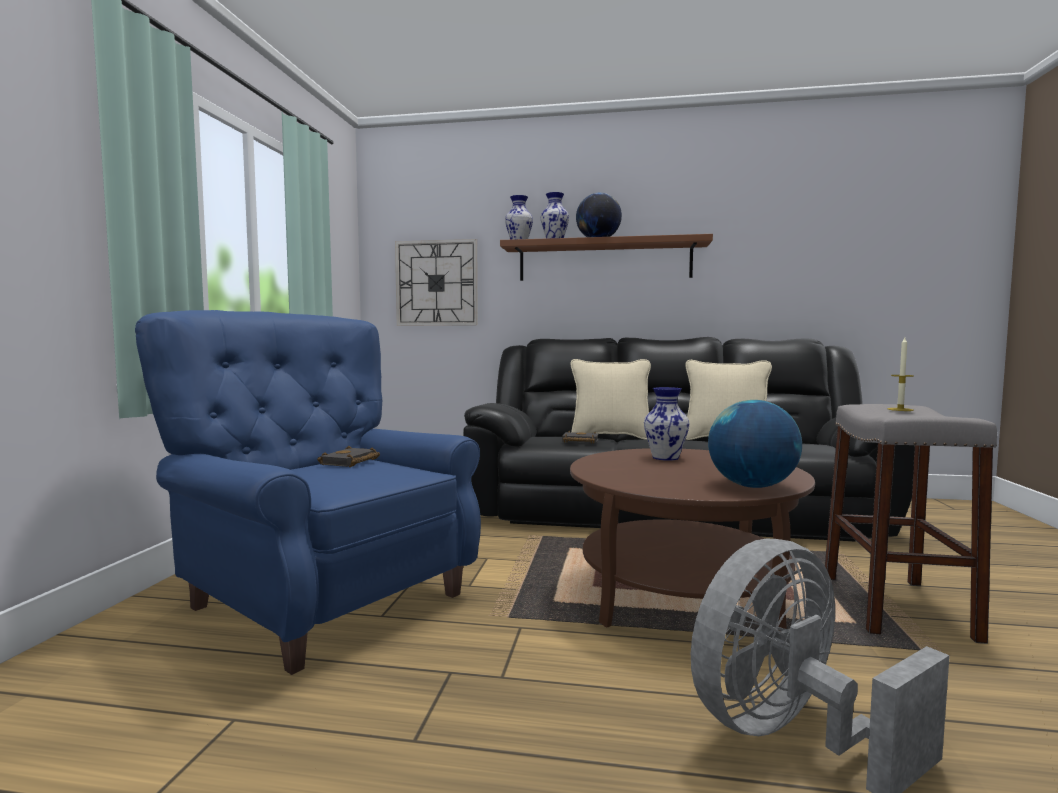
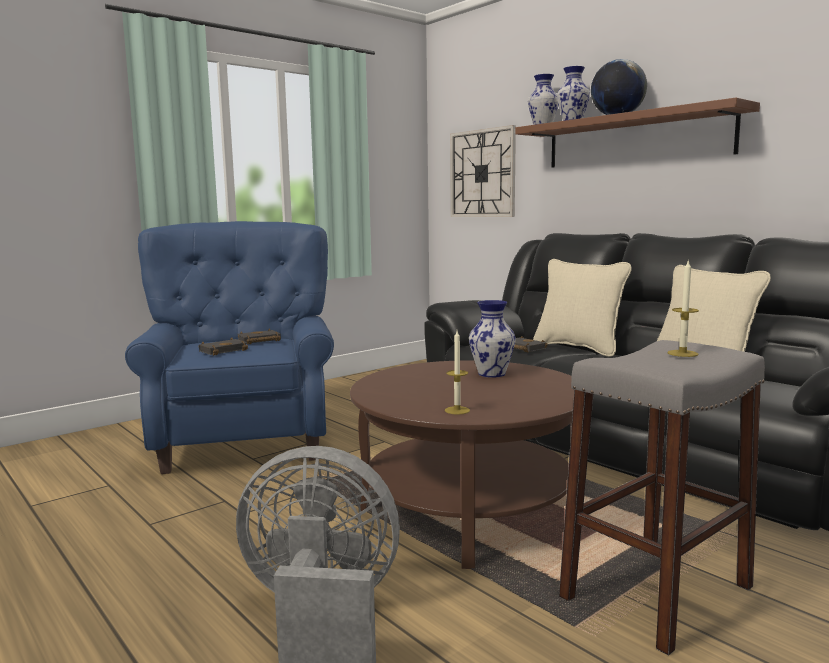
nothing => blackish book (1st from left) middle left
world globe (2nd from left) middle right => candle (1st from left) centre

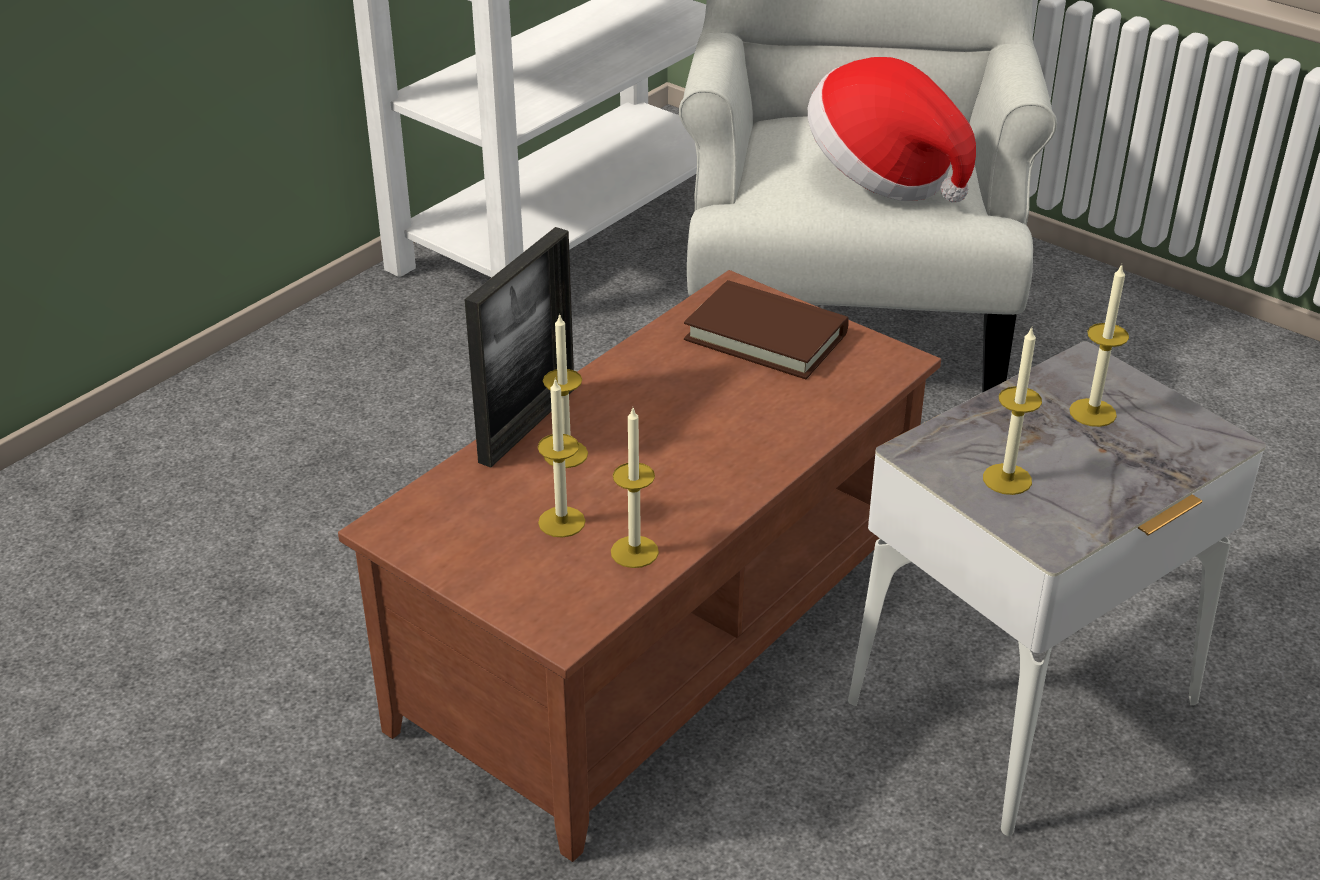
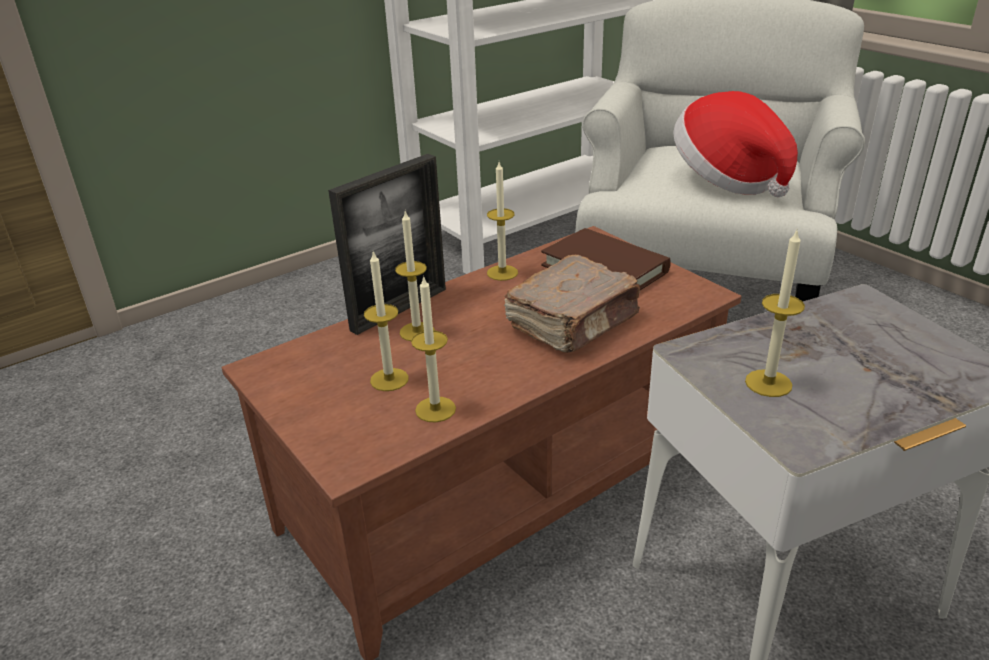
candle (5th from left in the first image) middle right => candle (4th from left) centre, move
nothing => brown book (1st from left) centre

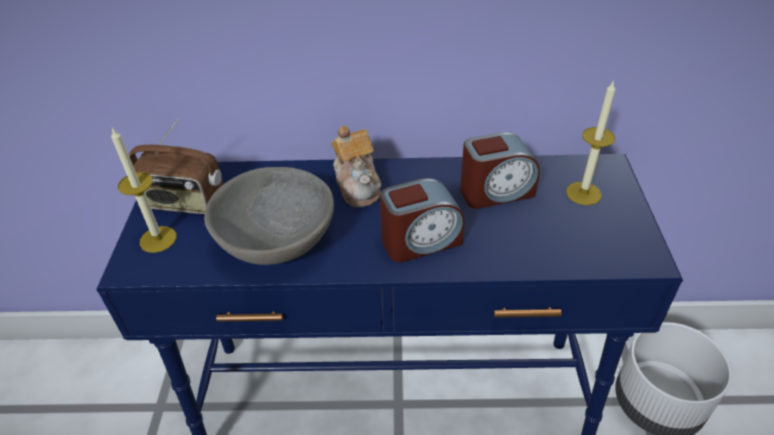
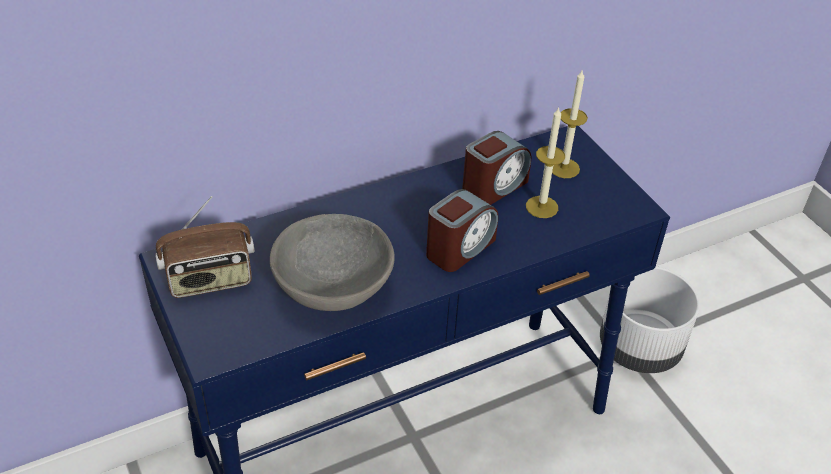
candle (1st from left) middle left => candle (1st from left) centre, move
pot for tea centre => nothing

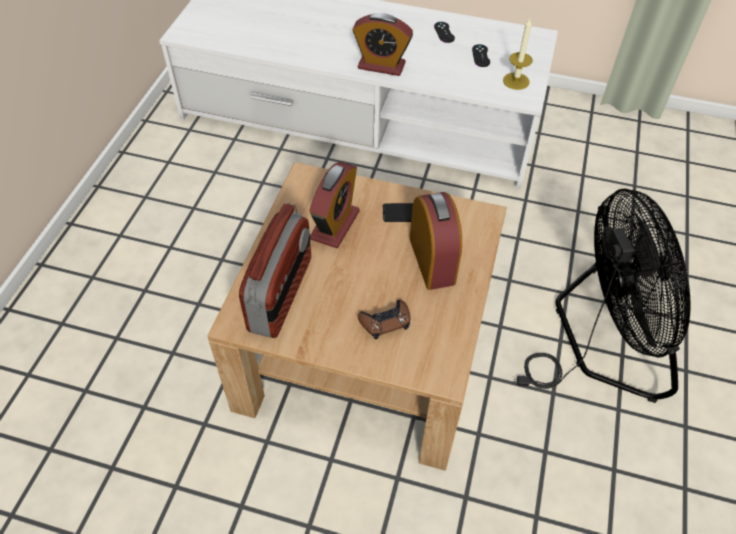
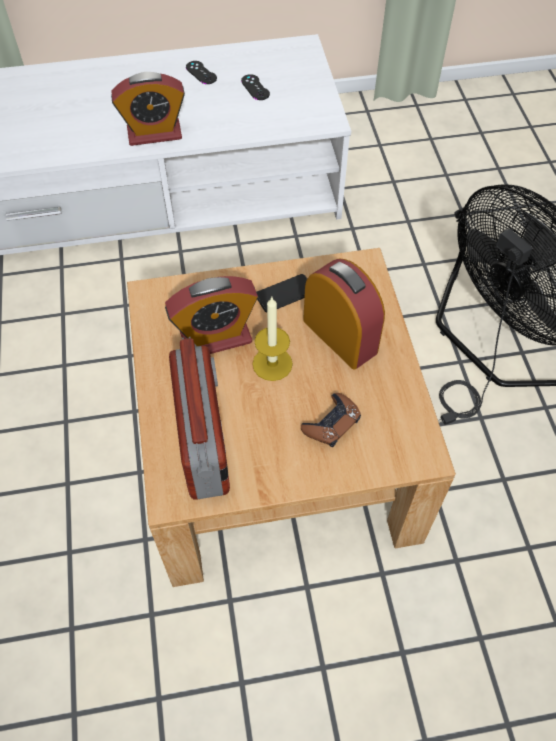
alarm clock (1st from left in the first image) centre => alarm clock (2nd from left) centre, 75 degrees clockwise
candle top right => candle centre, move

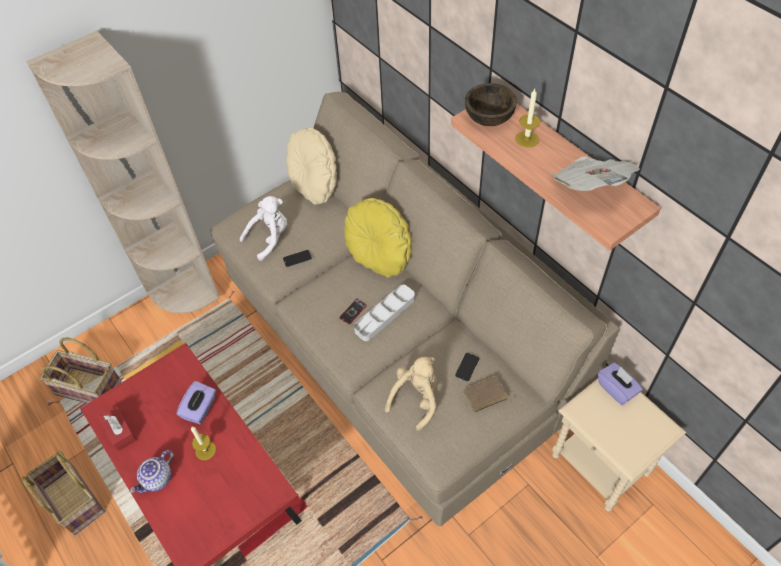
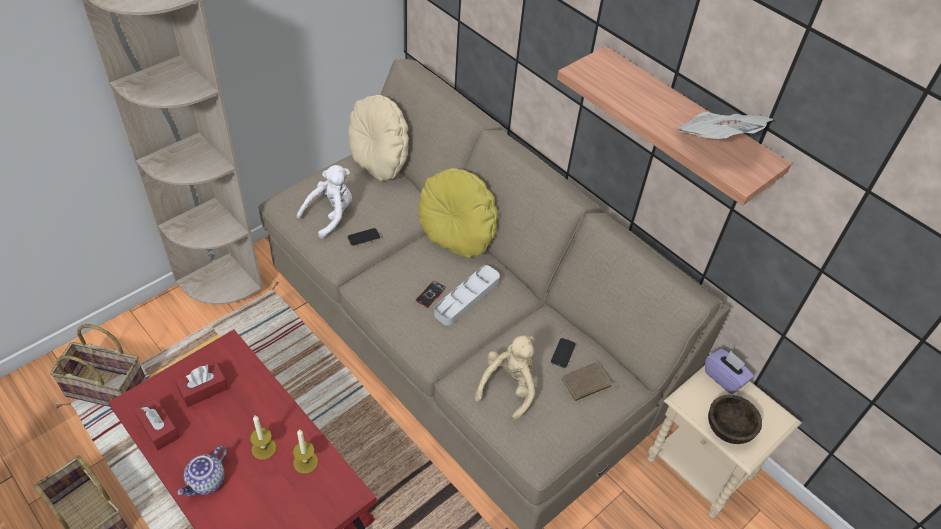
nothing => red tissue holder (2nd from left) bottom left
candle (2nd from left) top right => candle (2nd from left) bottom left, move
brown serving bowl top centre => brown serving bowl bottom right, move
purplish tissue holder (1st from left) bottom left => nothing

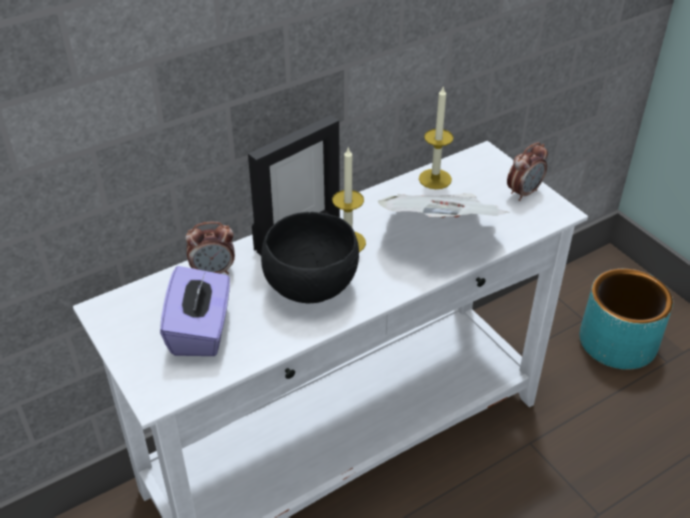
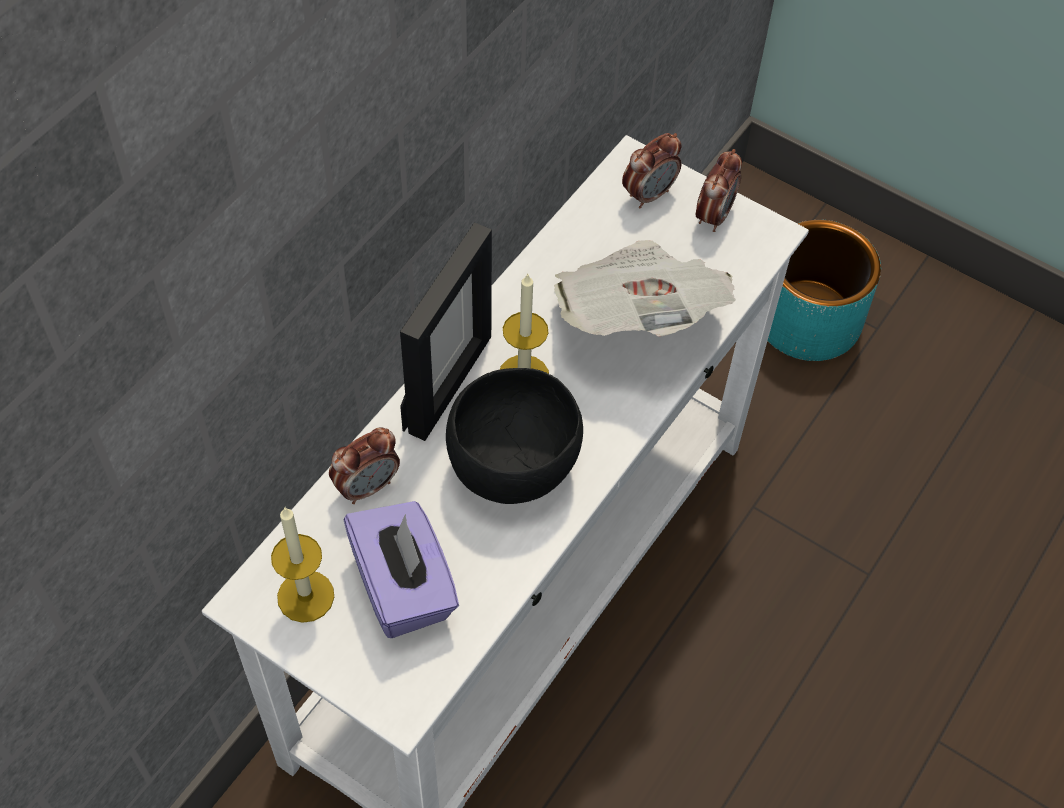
candle (2nd from left in the first image) top centre => candle (1st from left) bottom left, move
nothing => alarm clock (2nd from left) top centre

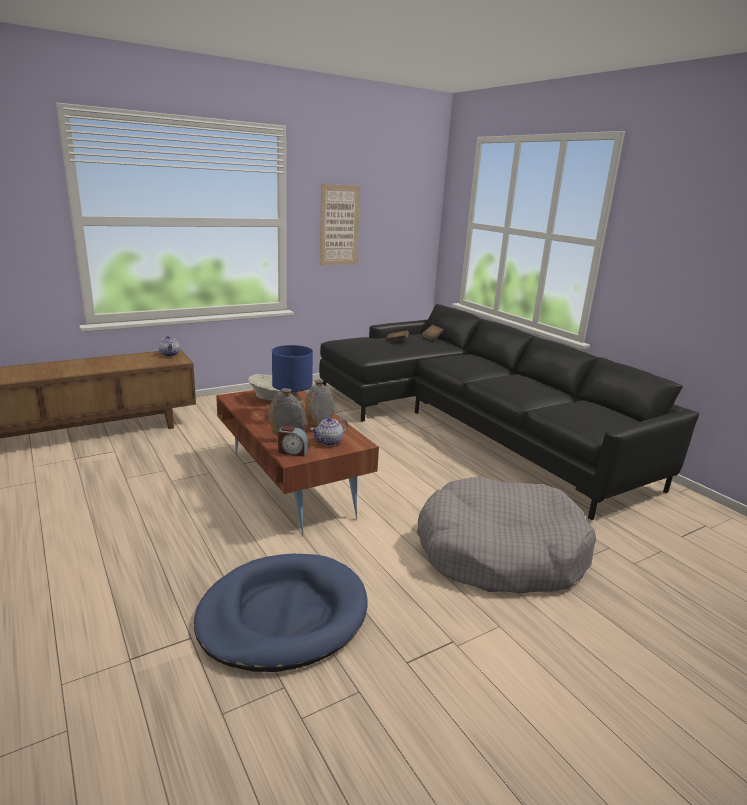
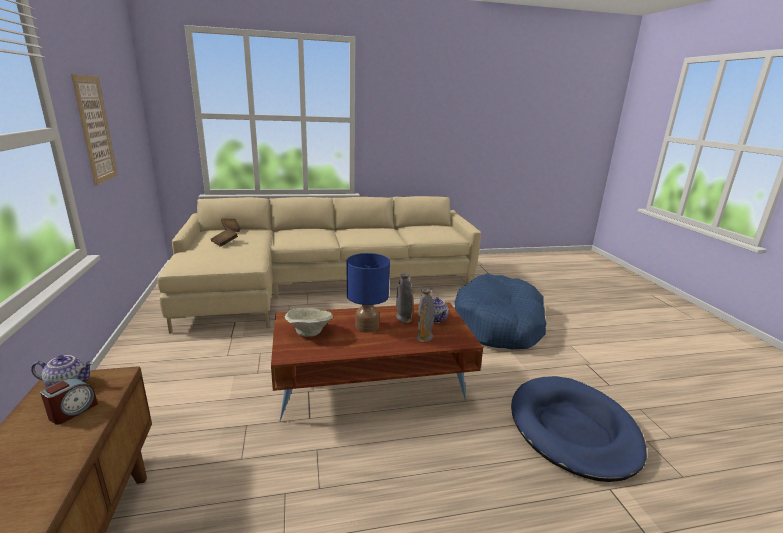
alarm clock centre => alarm clock bottom left, move
blackish settee middle right => beige settee centre
gray dog cushion middle right => bluish dog cushion (1st from left) centre

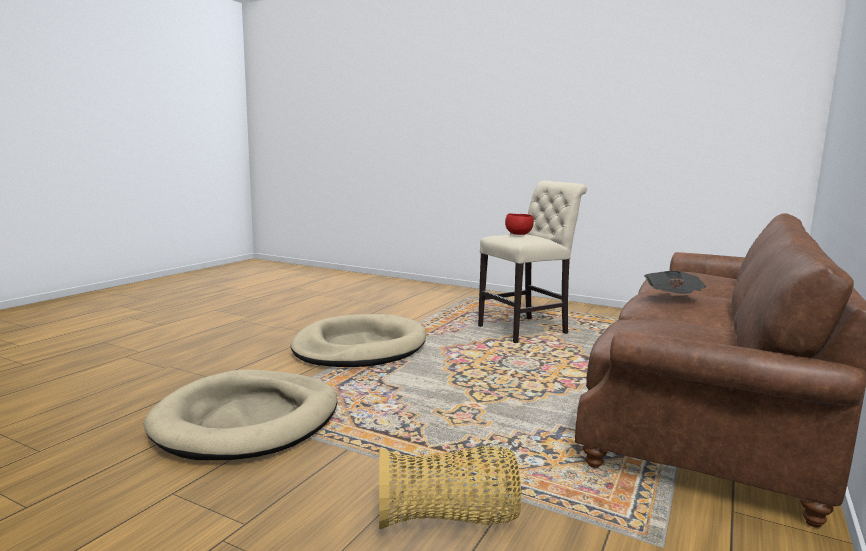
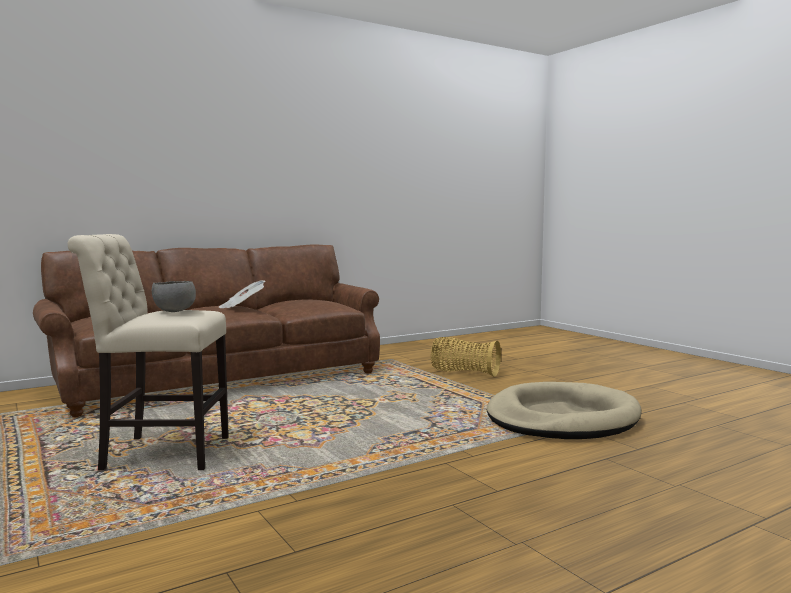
red serving bowl centre => gray serving bowl middle left
beige dog cushion (2nd from left) centre => nothing

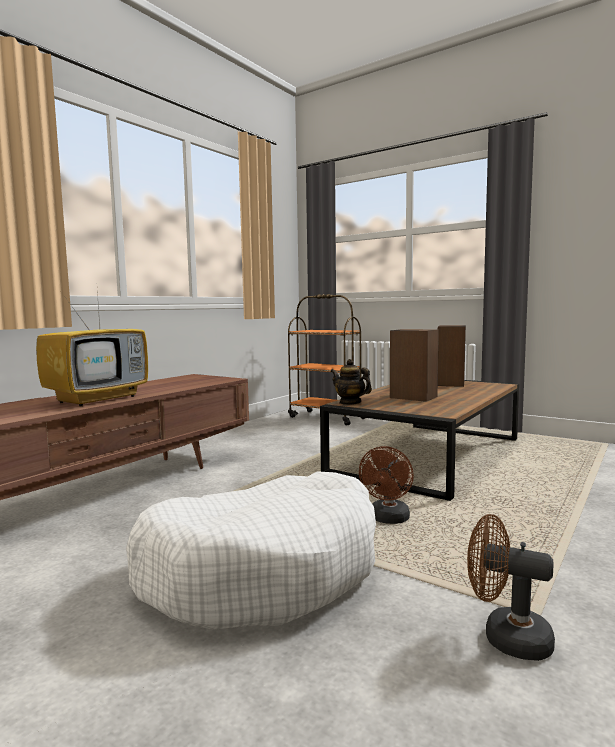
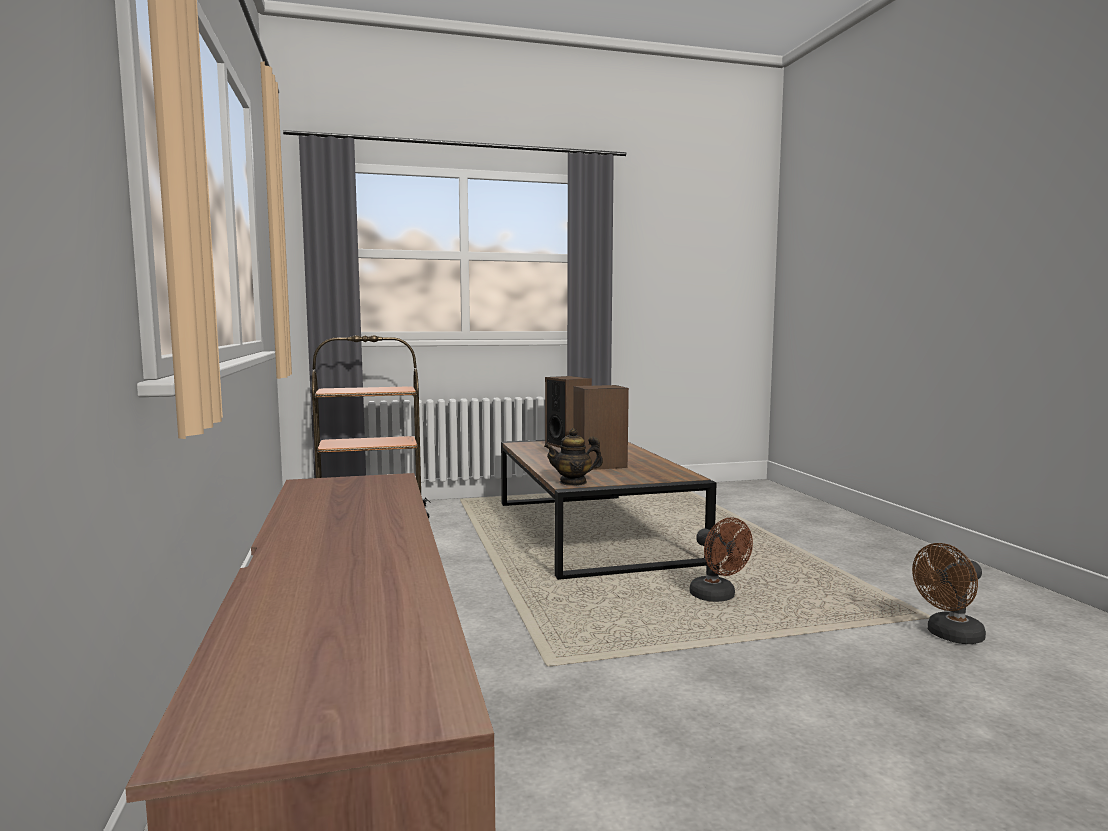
television middle left => nothing
whitish dog cushion bottom centre => nothing

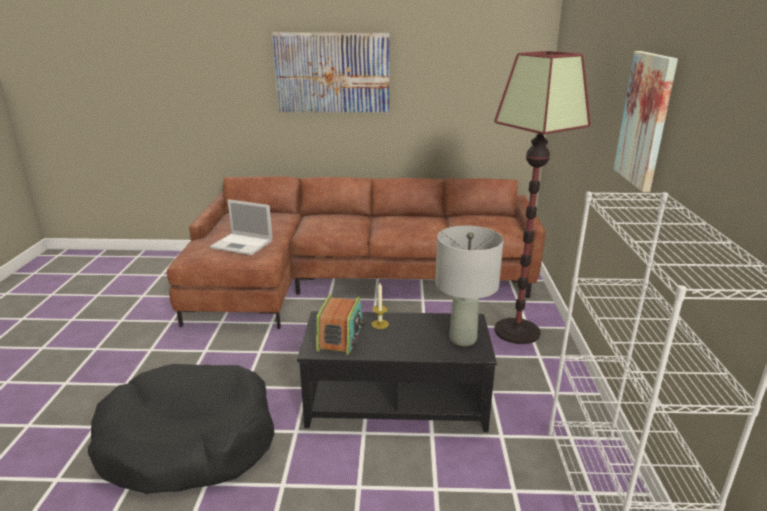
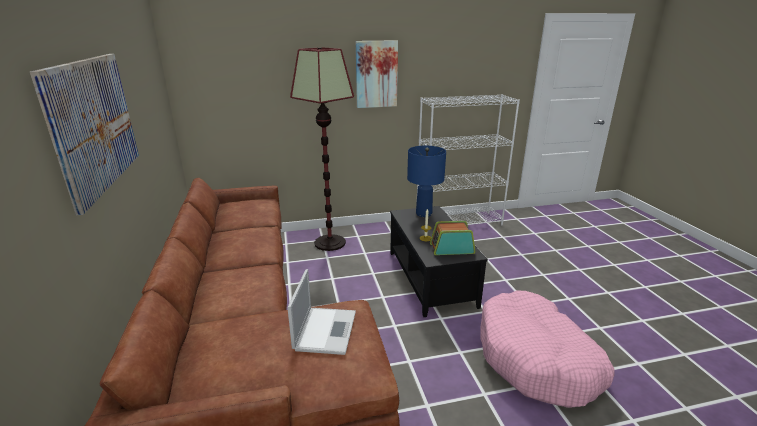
gray tabletop lamp centre => bluish tabletop lamp centre
blackish dog cushion bottom left => pink-coloured dog cushion bottom right

